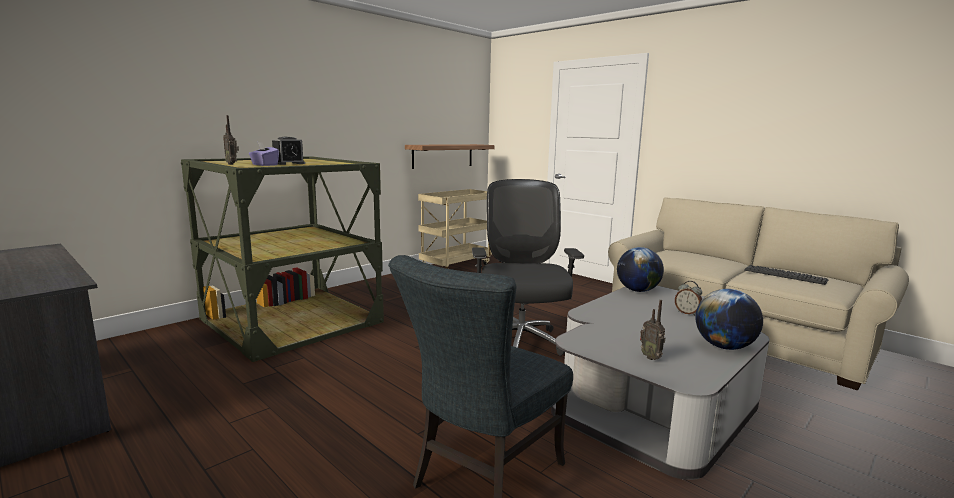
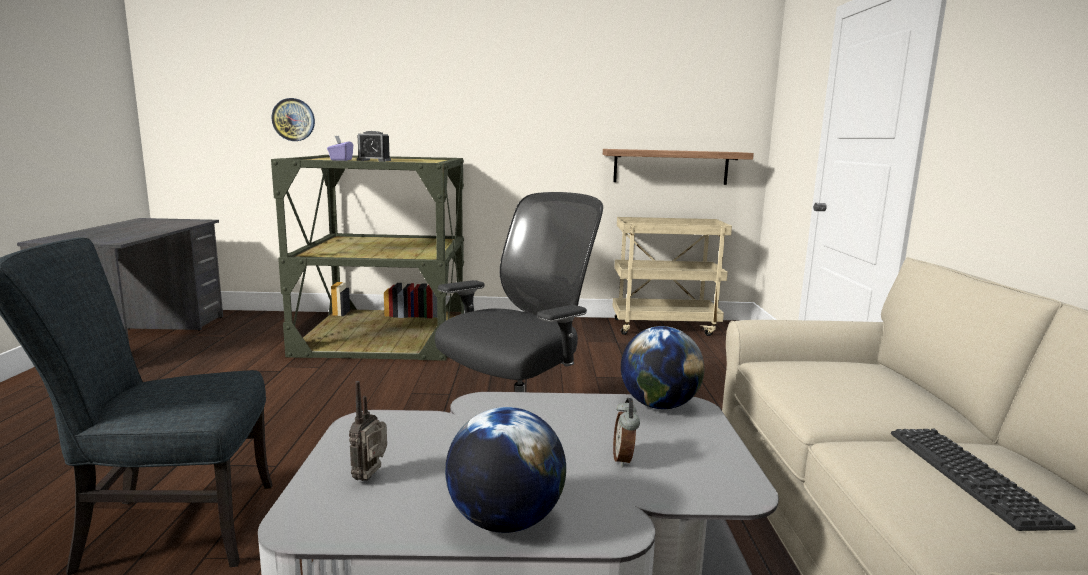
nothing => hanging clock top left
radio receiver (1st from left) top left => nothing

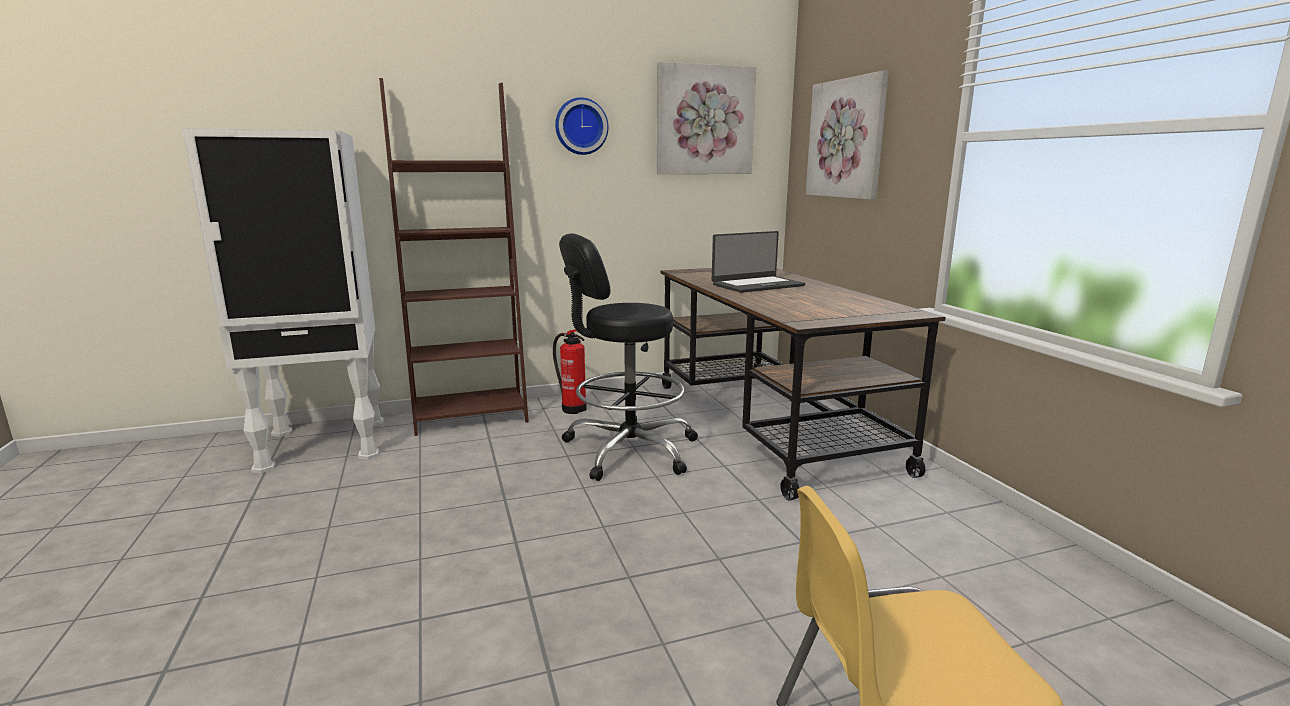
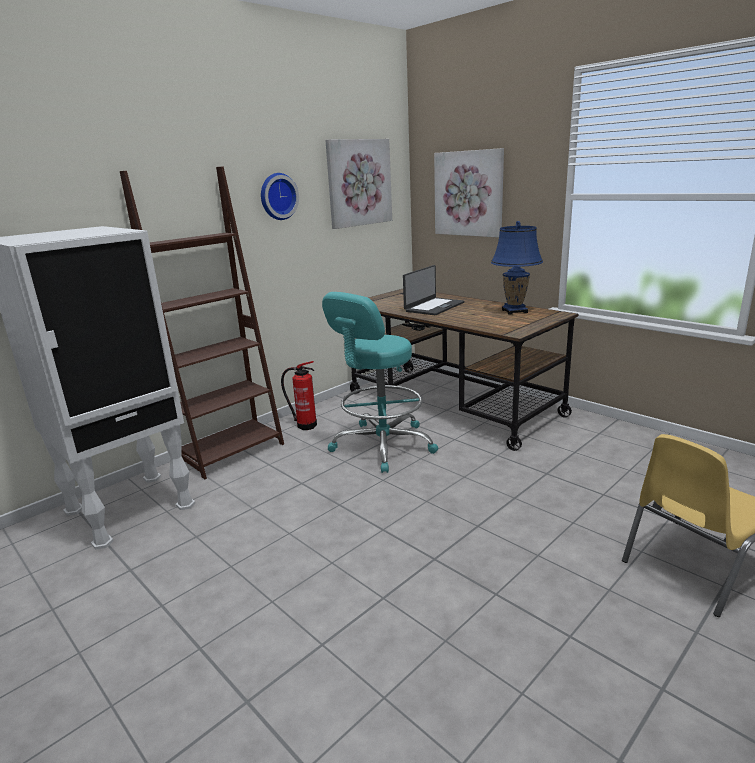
blackish stool centre => turquoise-coloured stool centre
nothing => bluish tabletop lamp middle right

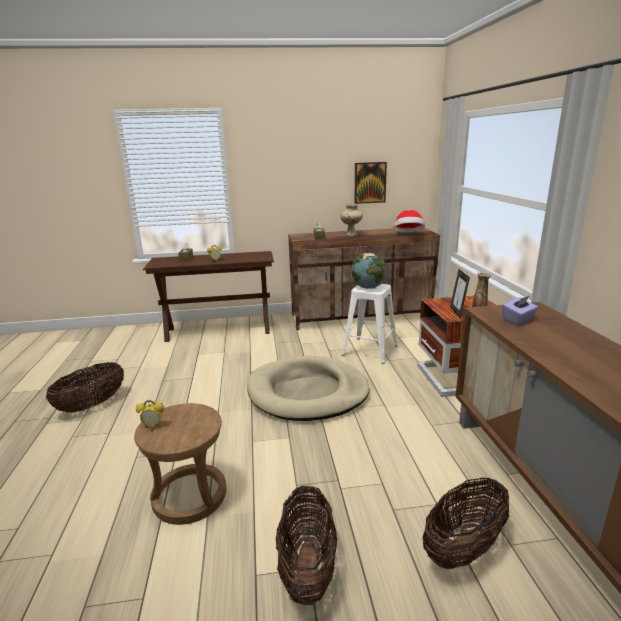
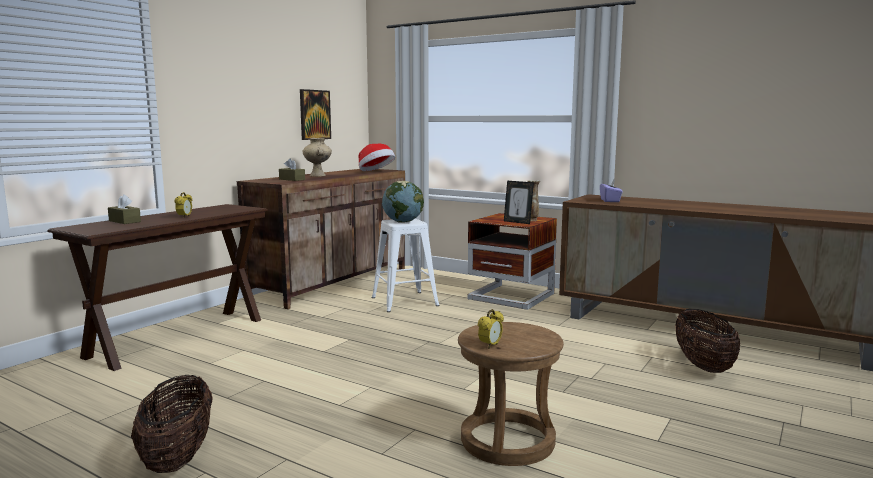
beige dog cushion centre => nothing
household basket (2nd from left) bottom centre => nothing

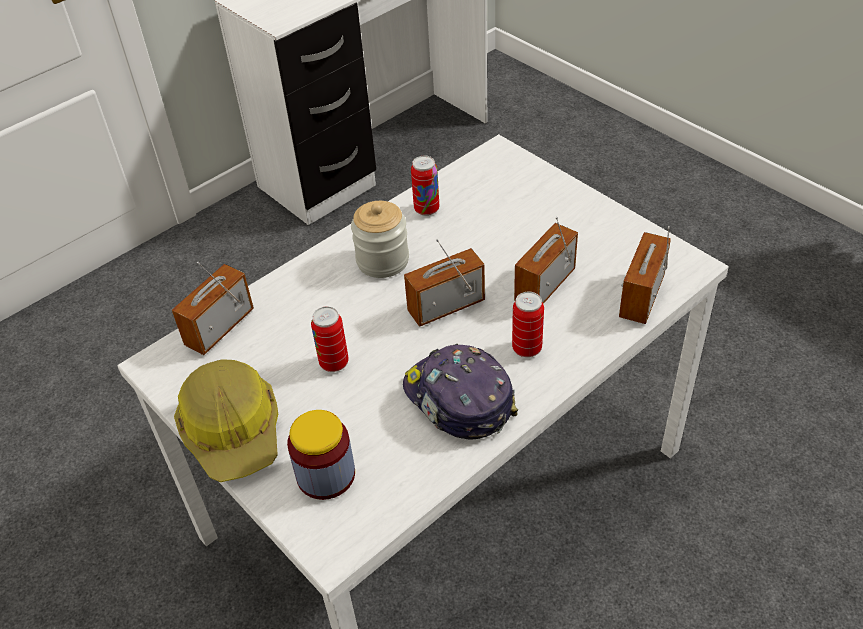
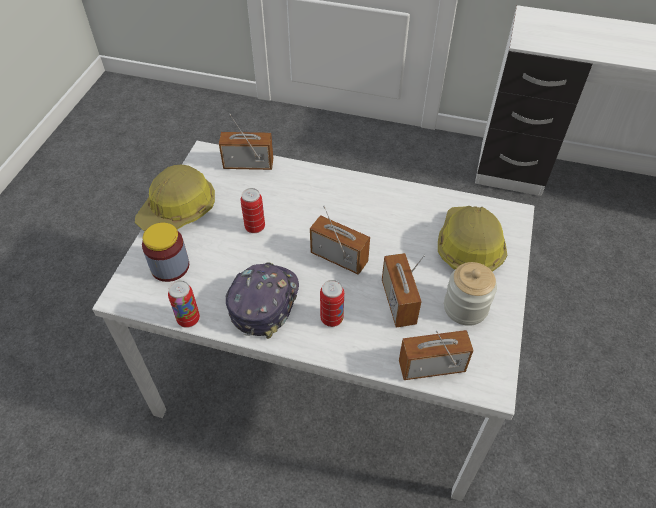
can (2nd from left in the first image) top centre => can (1st from left) middle left, move
radio receiver (3rd from left) centre, 105 degrees counterclockwise
nothing => hard hat (2nd from left) middle right
preserve jar (2nd from left) centre => preserve jar (2nd from left) middle right, move

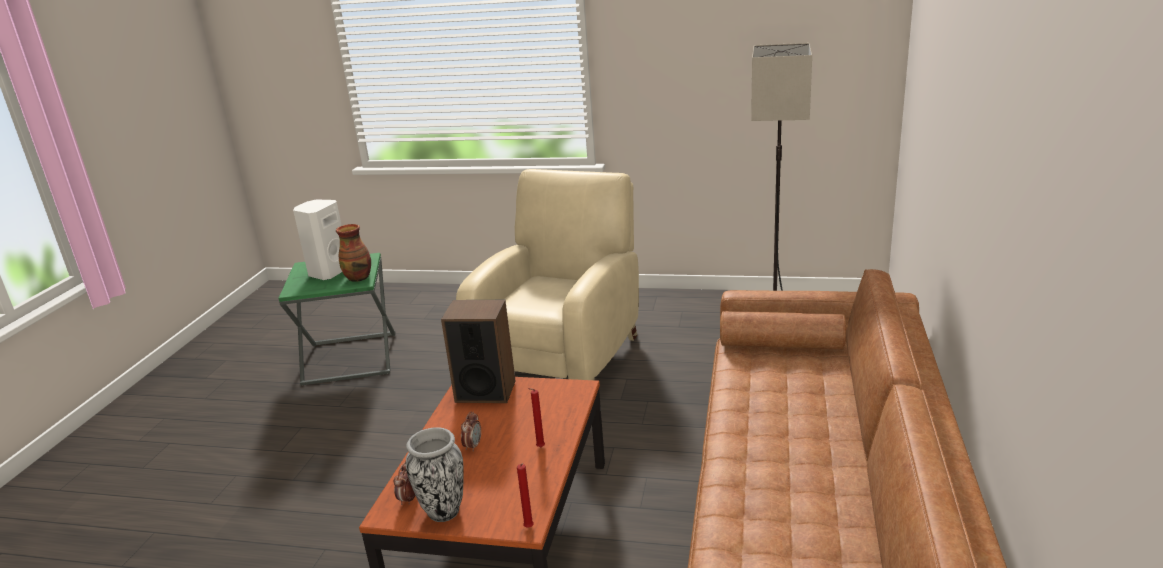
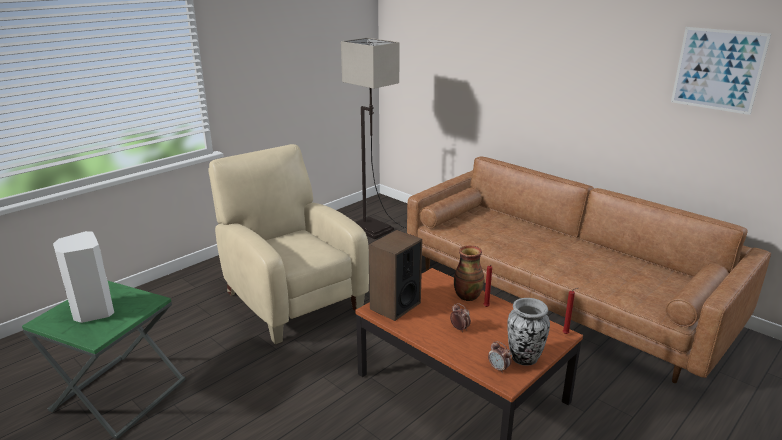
flower vase (1st from left) middle left => flower vase (1st from left) centre, move
nothing => wall picture top right

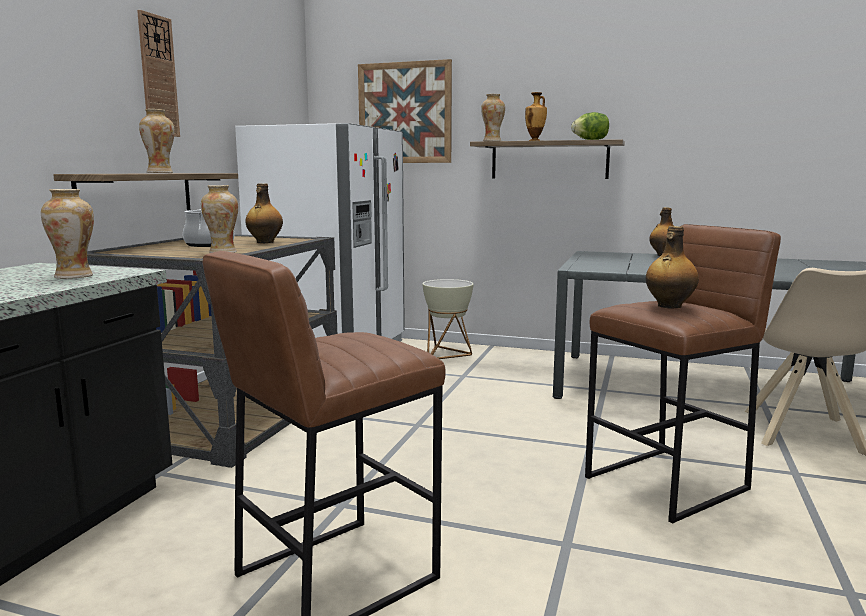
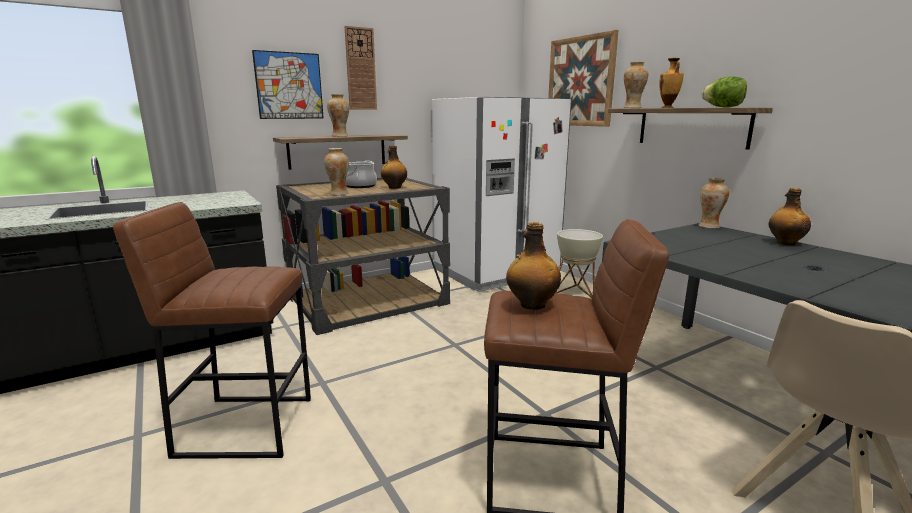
nothing => wall picture (1st from left) top left
flower vase (1st from left in the first image) middle left => flower vase (5th from left) middle right, move

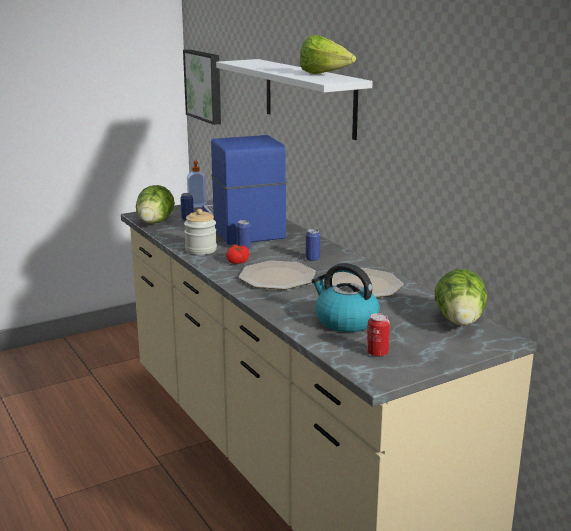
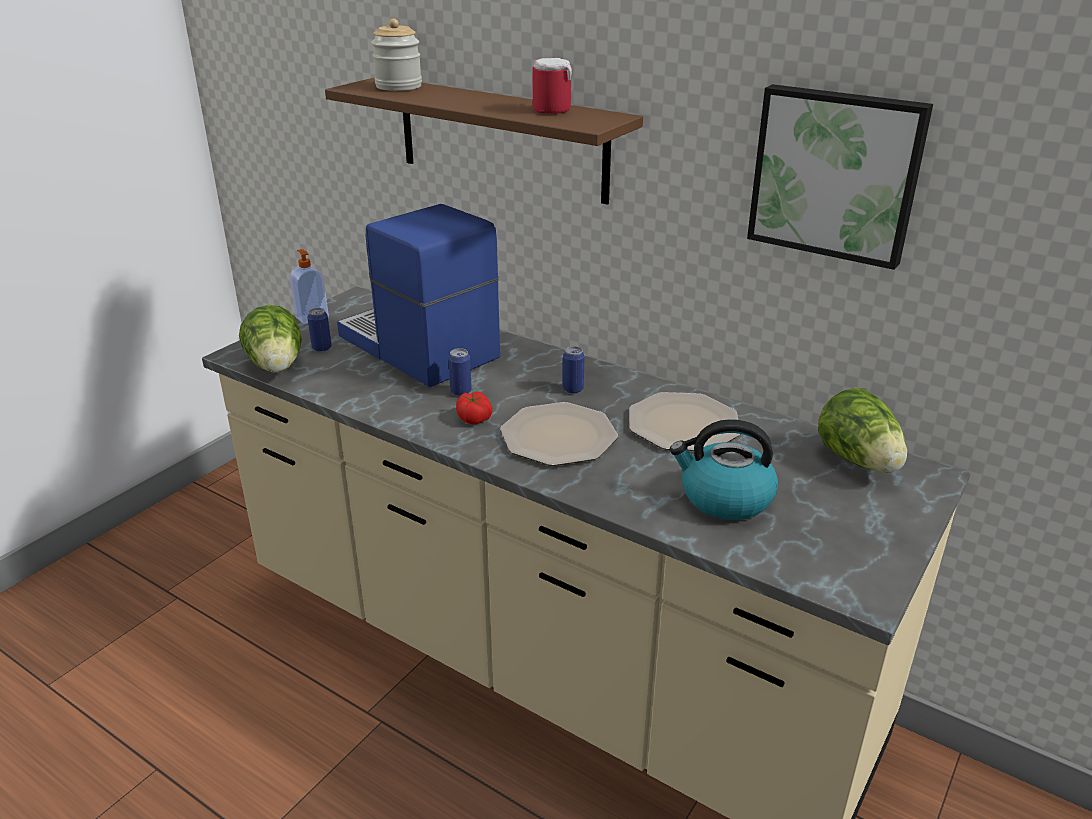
whitish shelf top centre => brown shelf top centre
preserve jar centre => preserve jar top centre, move
lettuce (2nd from left) top centre => mug top centre
wall picture top centre => wall picture top right, move
can (4th from left) centre => nothing

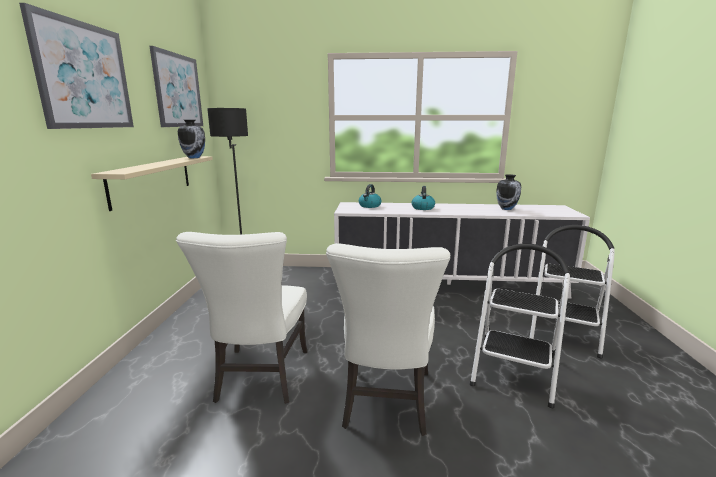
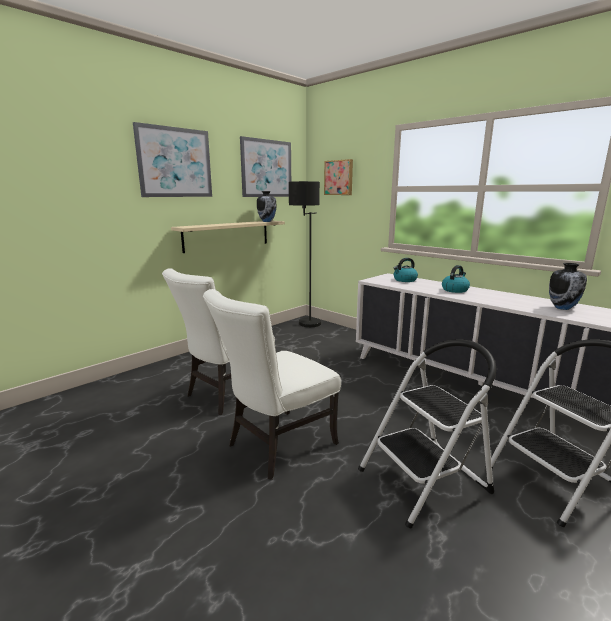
nothing => wall picture (3rd from left) top centre

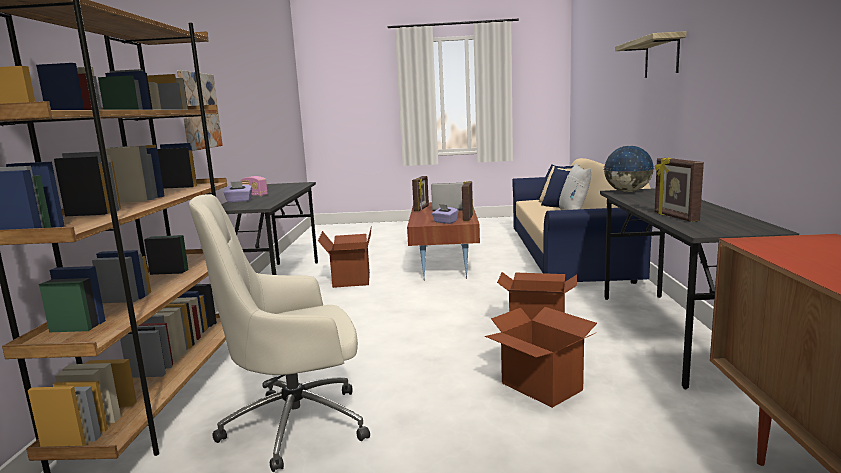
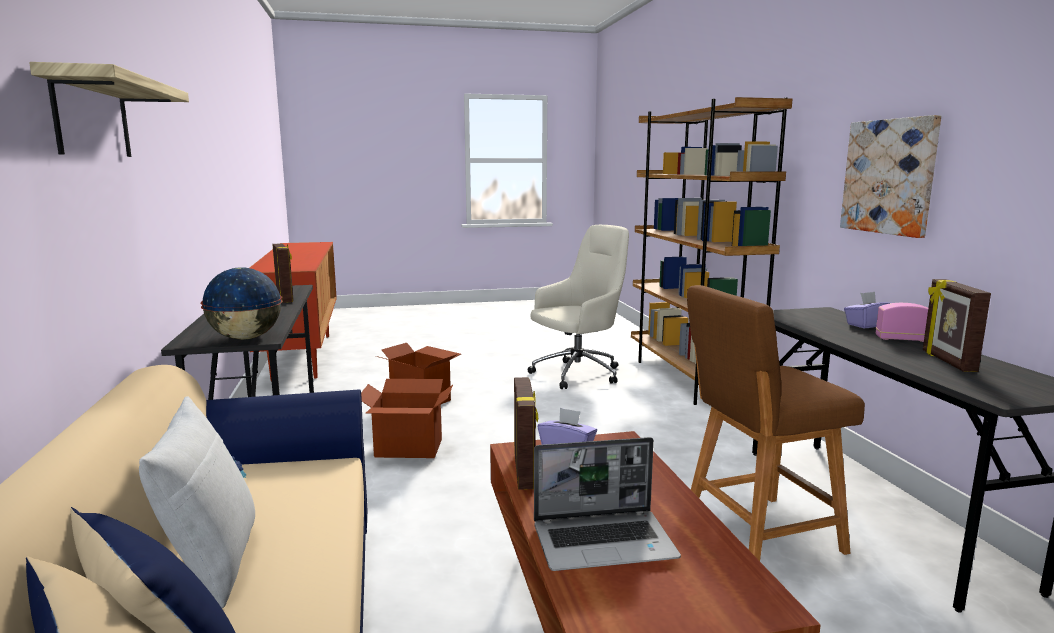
packing box (1st from left) centre => brown stool bottom right
picture frame (1st from left in the first image) centre => picture frame (3rd from left) middle right, move

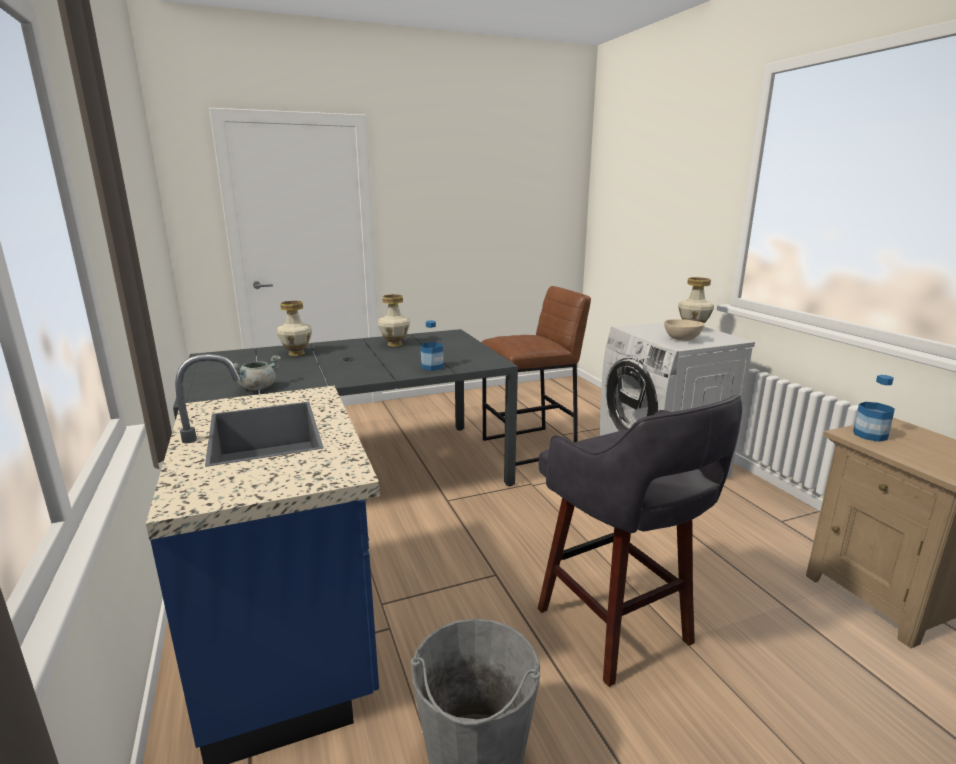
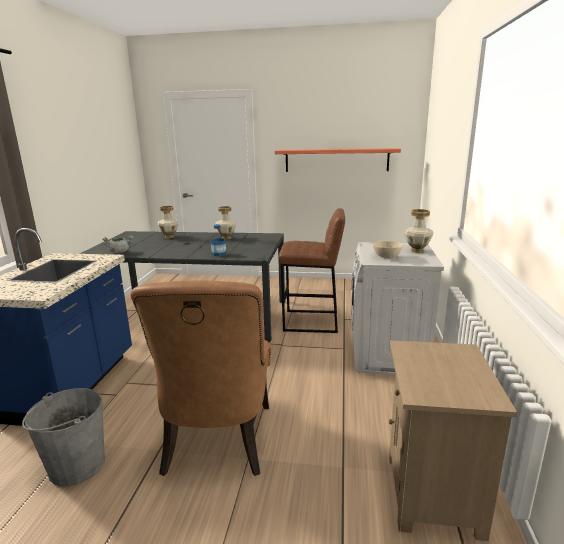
gray stool bottom right => brown plain chair bottom centre
nothing => shelf top centre
bottle (2nd from left) middle right => nothing

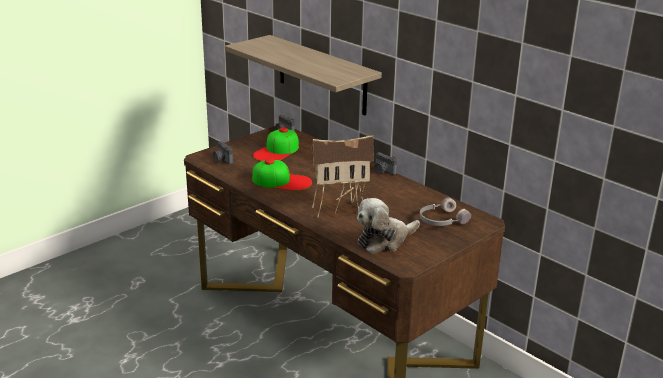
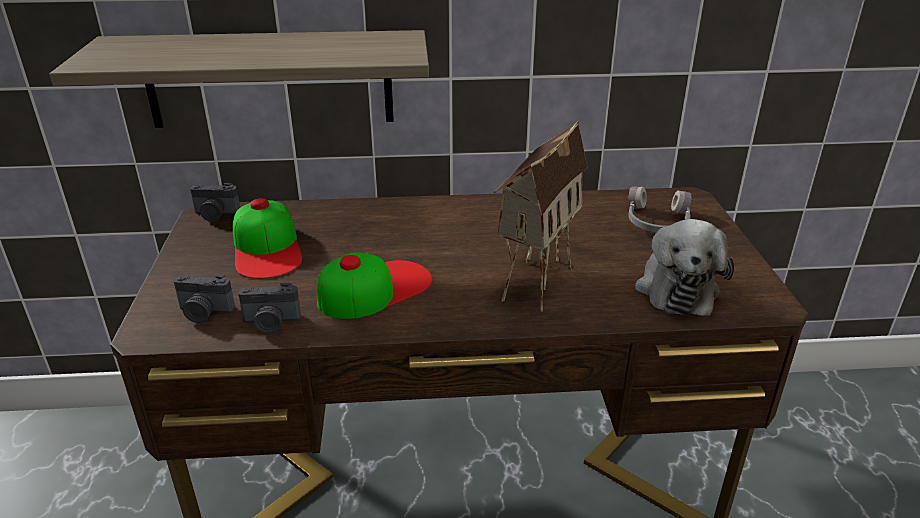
photo camera (3rd from left) centre => photo camera (3rd from left) middle left, move

